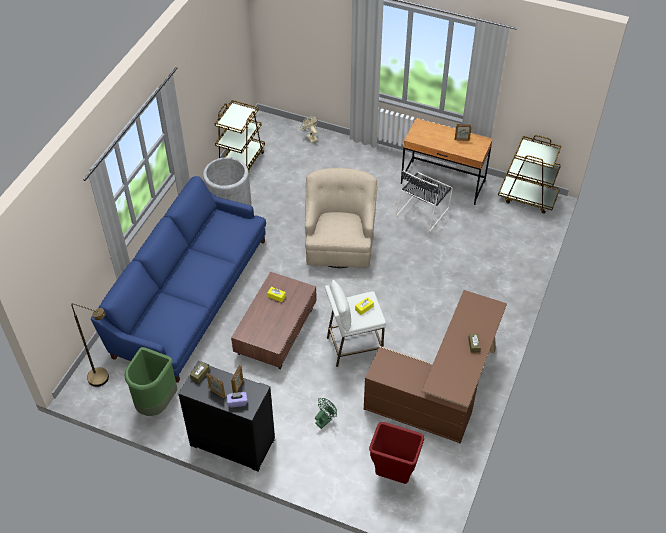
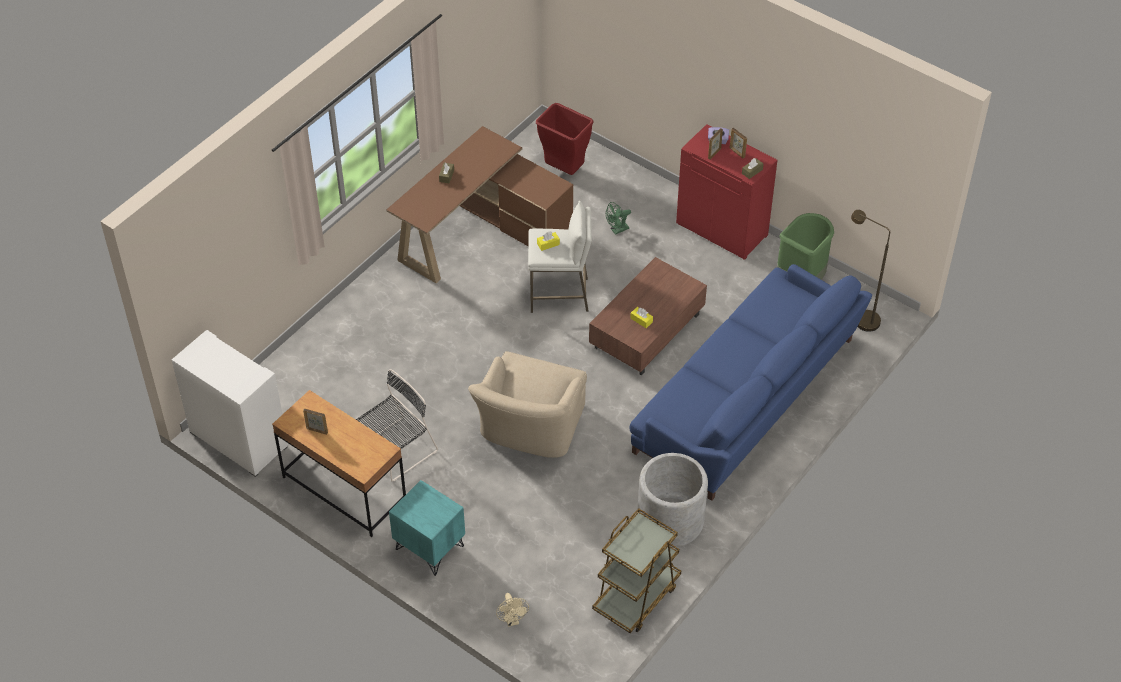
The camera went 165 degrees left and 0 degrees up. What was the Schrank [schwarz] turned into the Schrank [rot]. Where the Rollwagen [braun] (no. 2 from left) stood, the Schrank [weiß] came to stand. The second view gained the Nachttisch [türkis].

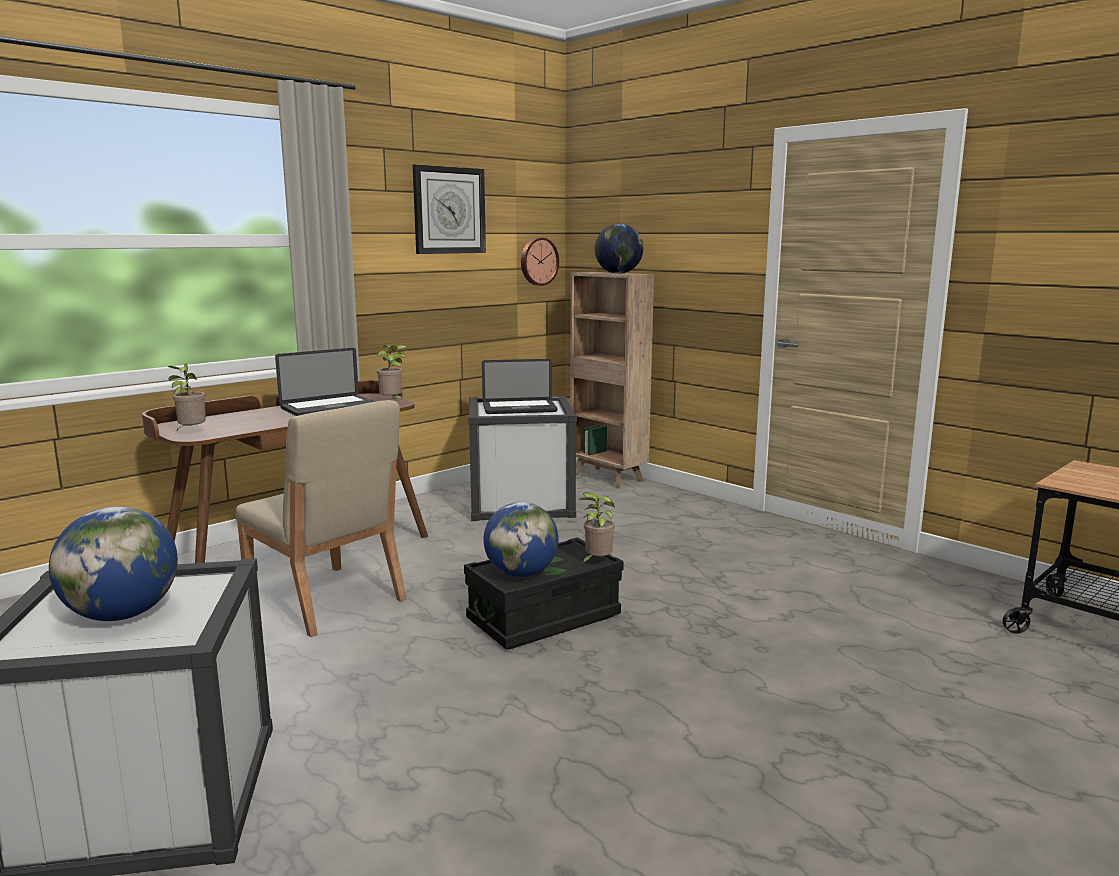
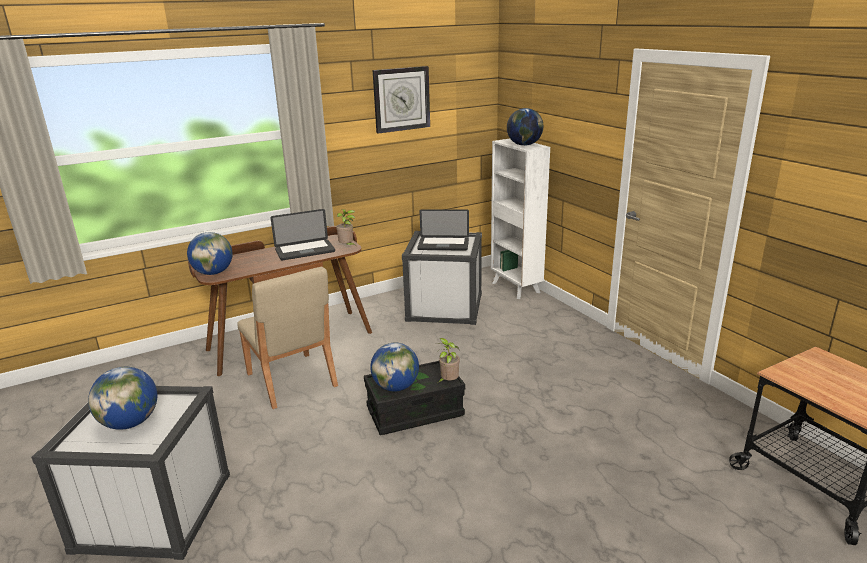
The camera went 15 degrees right and 10 degrees up. Where the Topfpflanze (no. 1 from left) stood, the Globus (no. 2 from left) came to stand. The second view lost the Wanduhr (no. 2 from left). What was the Bücherregal [braun] turned into the Bücherregal [weiß].

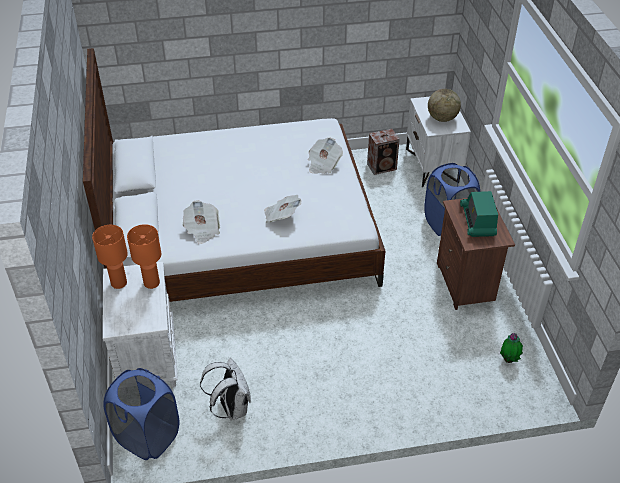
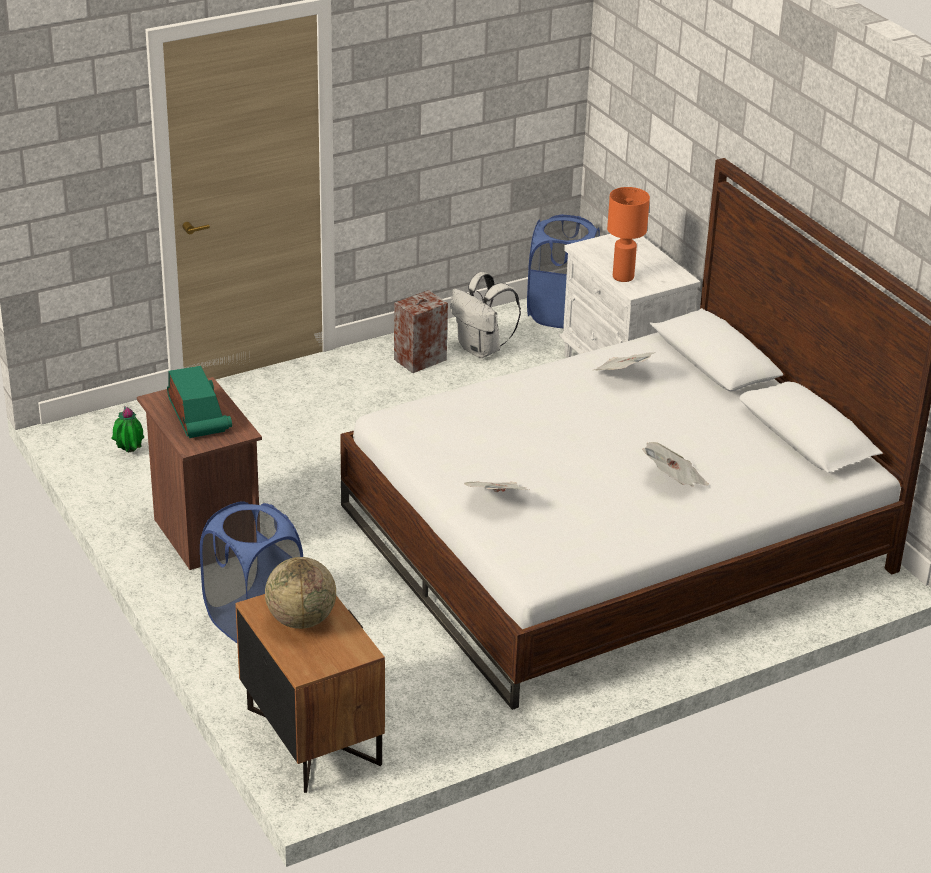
The camera went 160 degrees right and 10 degrees down. The second view lost the Tischlampe [orange] (no. 1 from left). The Zeitung (no. 2 from left in the first image) ended up elsewhere. The Lautsprecher ended up elsewhere. What was the Nachttisch [weiß] (no. 2 from left) turned into the Nachttisch [braun] (no. 2 from left).

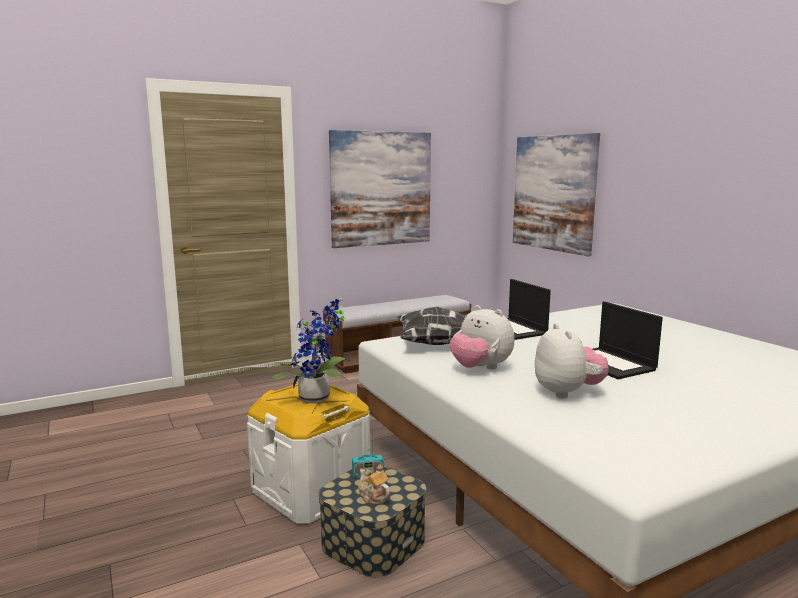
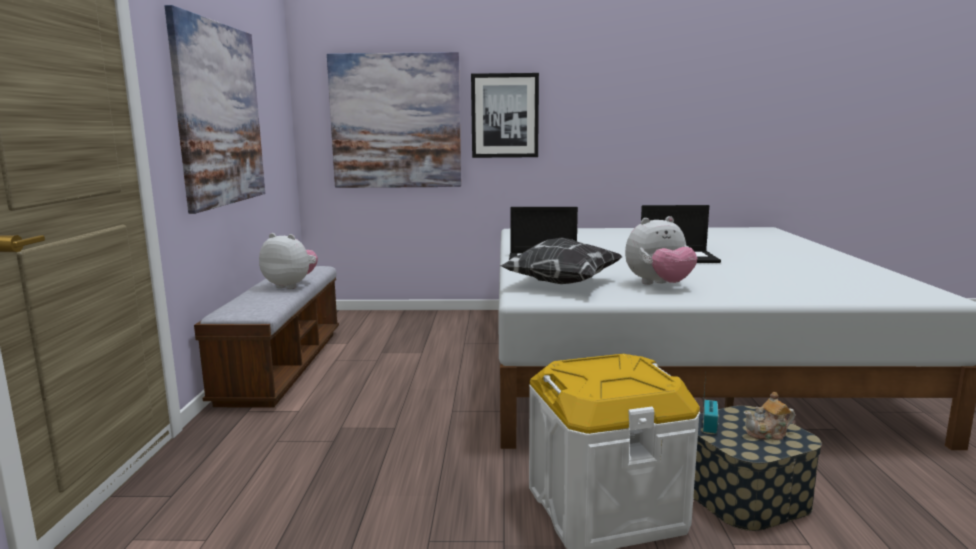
The camera went 60 degrees left and 0 degrees up. The second view lost the Topfpflanze. The Plüschtier (no. 2 from left in the first image) ended up elsewhere. The second view gained the Bild (no. 3 from left).

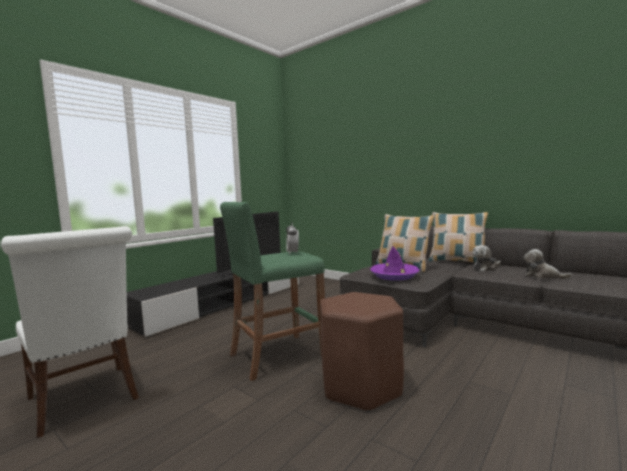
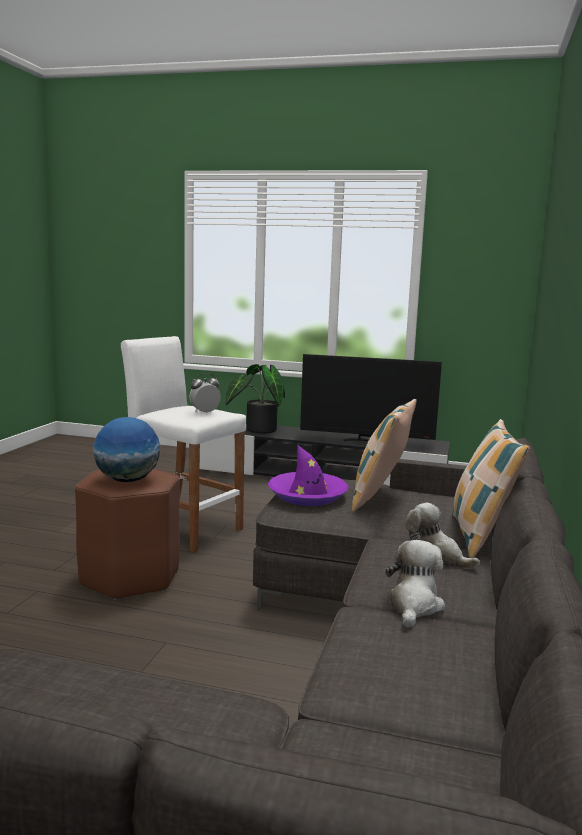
The camera went 65 degrees right and 5 degrees up. The second view lost the Stuhl [weiß]. What was the Hocker [grün] turned into the Hocker [weiß]. The second view gained the Globus. The second view gained the Topfpflanze.

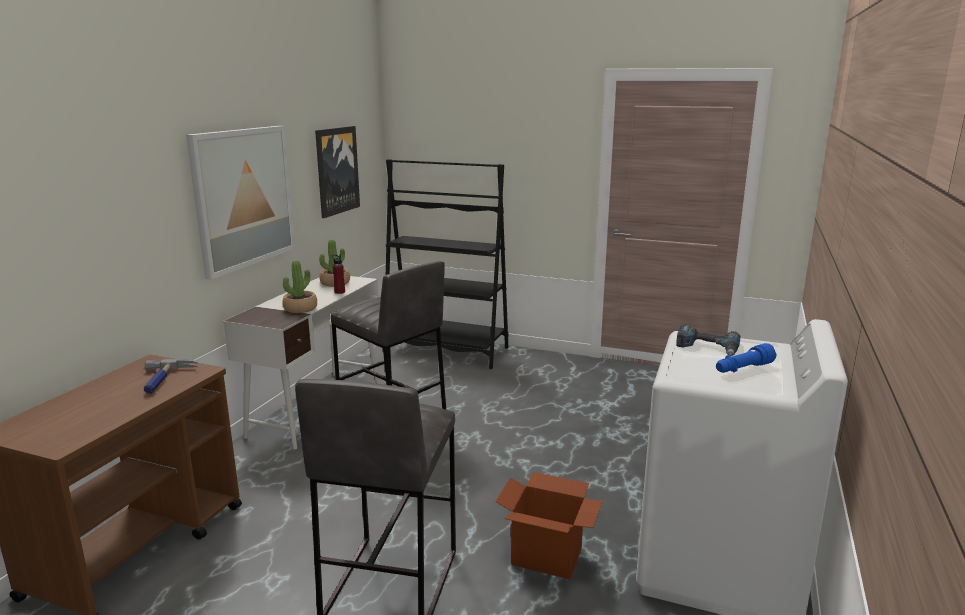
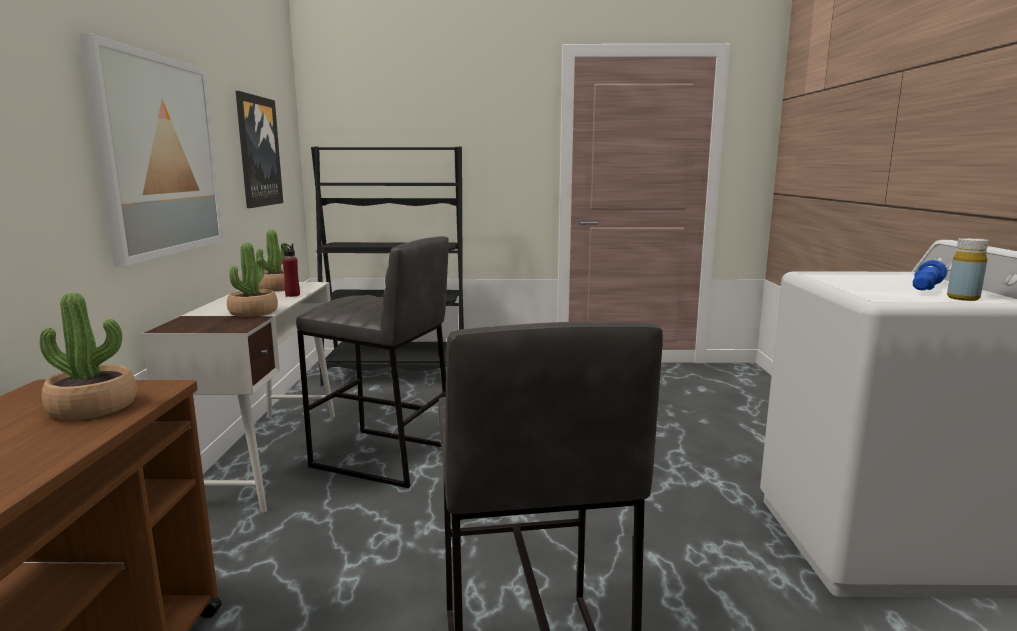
The camera went 20 degrees left and 5 degrees down. Where the Hammer stood, the Topfpflanze (no. 1 from left) came to stand. The second view lost the Karton. The second view lost the Bohrmaschine. The second view gained the Flasche [gelb].

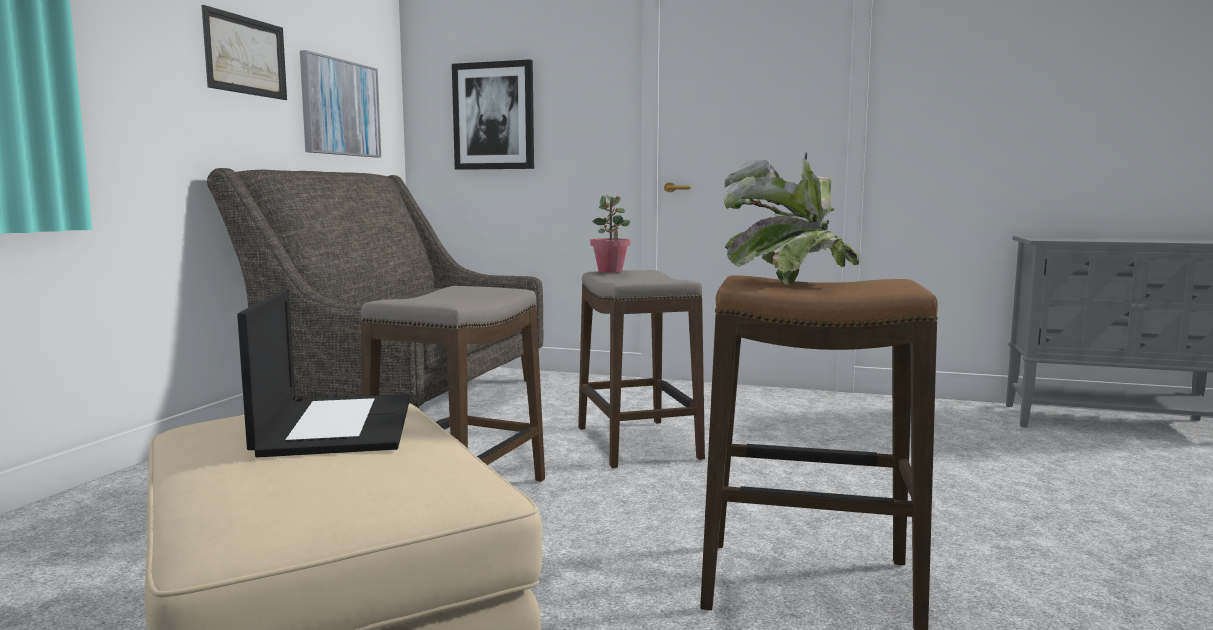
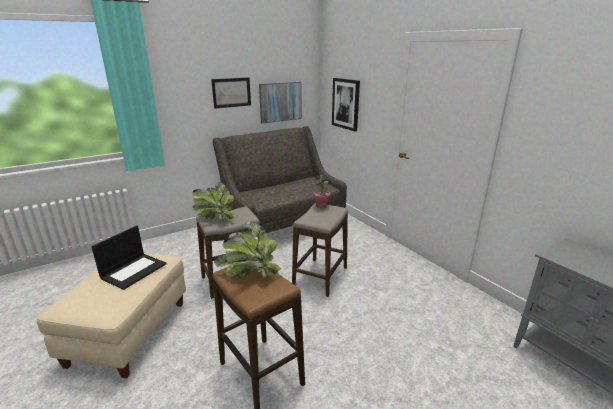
The camera went 40 degrees right and 15 degrees up. The second view gained the Topfpflanze (no. 1 from left).

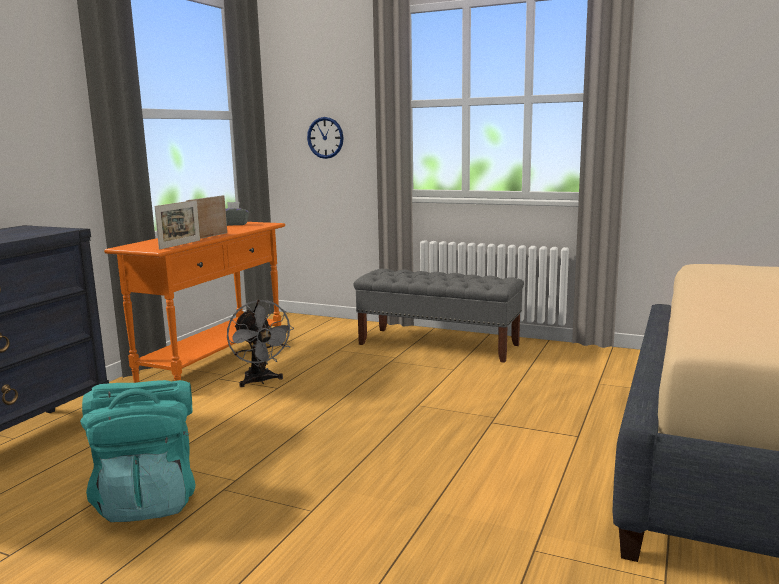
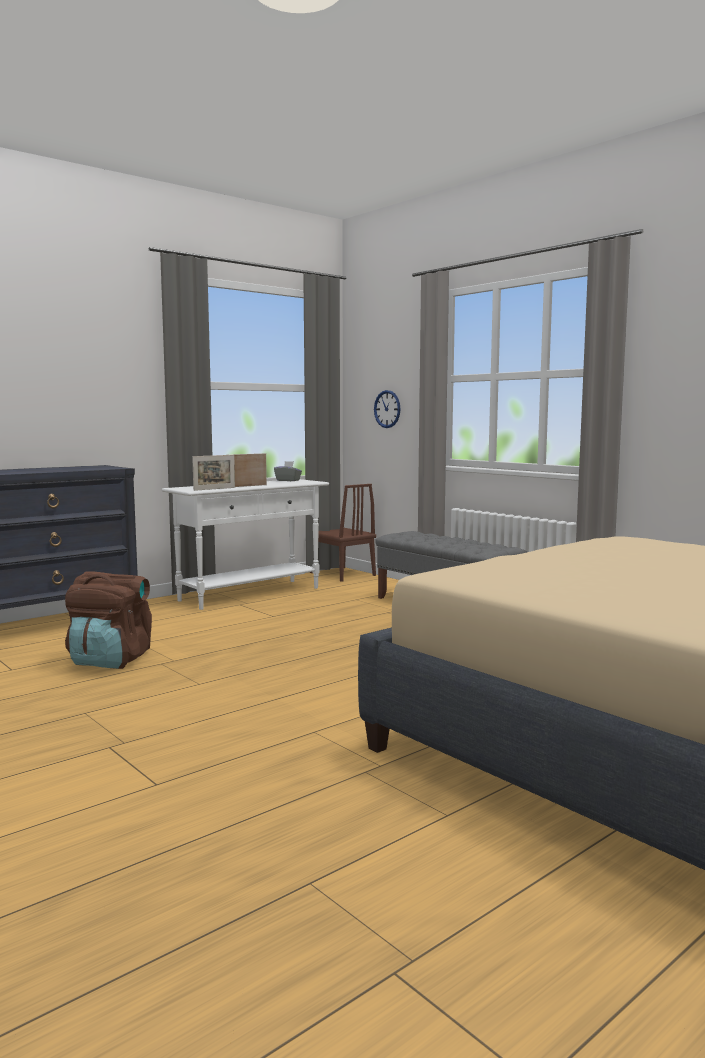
The camera went 25 degrees right and 5 degrees down. What was the Rucksack [türkis] turned into the Rucksack [braun]. What was the Konsolentisch [orange] turned into the Konsolentisch [weiß]. The second view lost the Ventilator [grau]. The second view gained the Stuhl [braun].

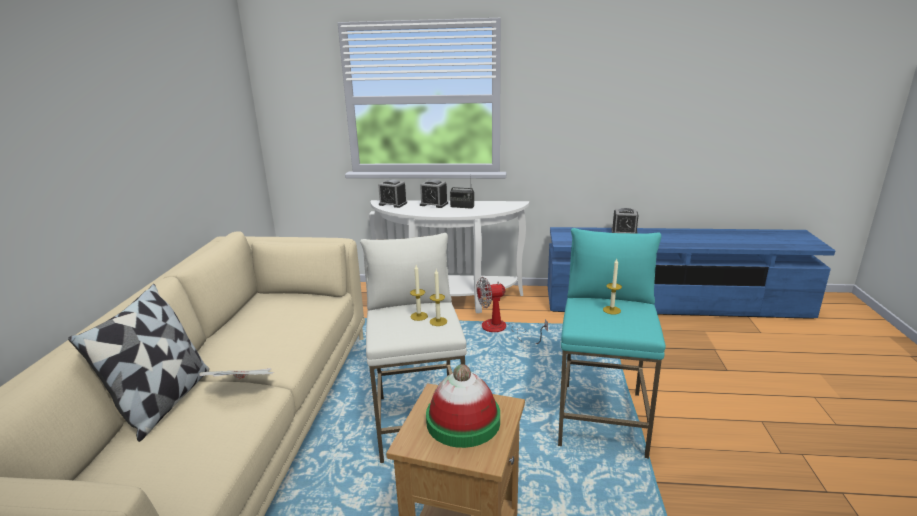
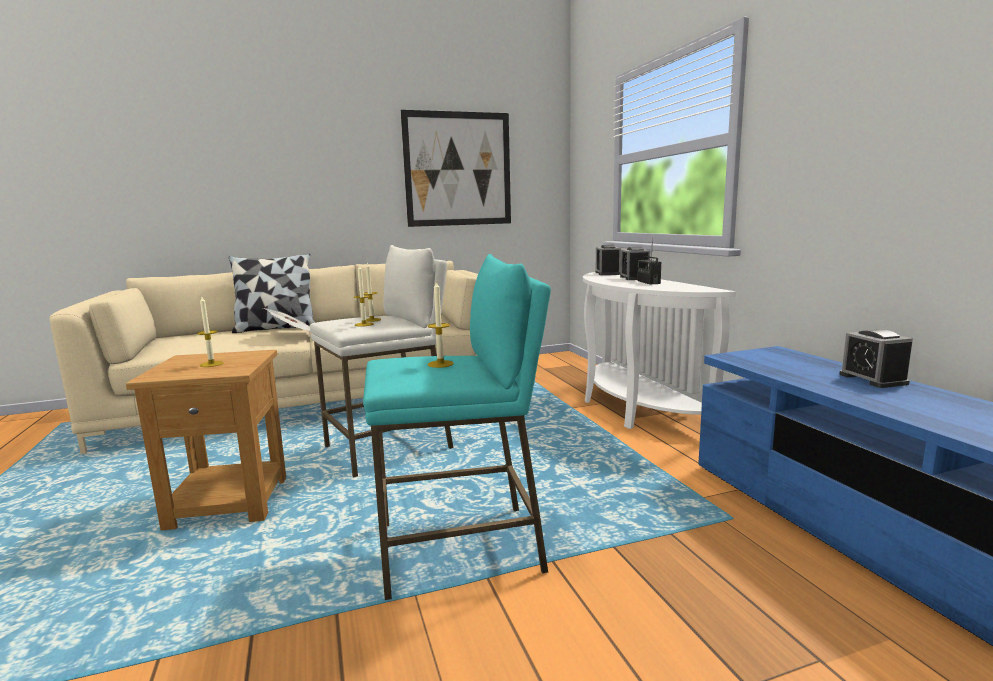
The camera went 65 degrees right and 10 degrees down. Where the Hut stood, the Kerze (no. 1 from left) came to stand. The second view lost the Ventilator. The second view gained the Bild.

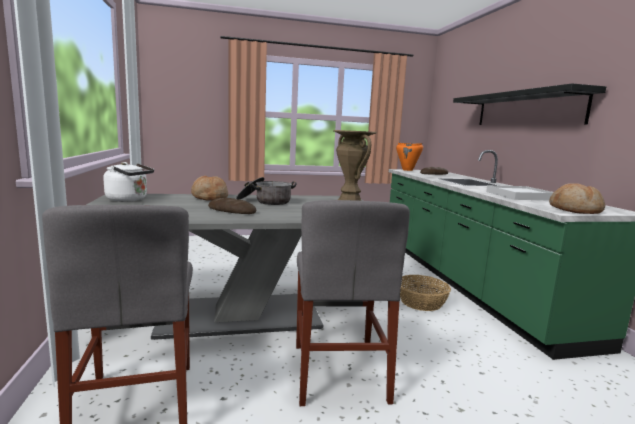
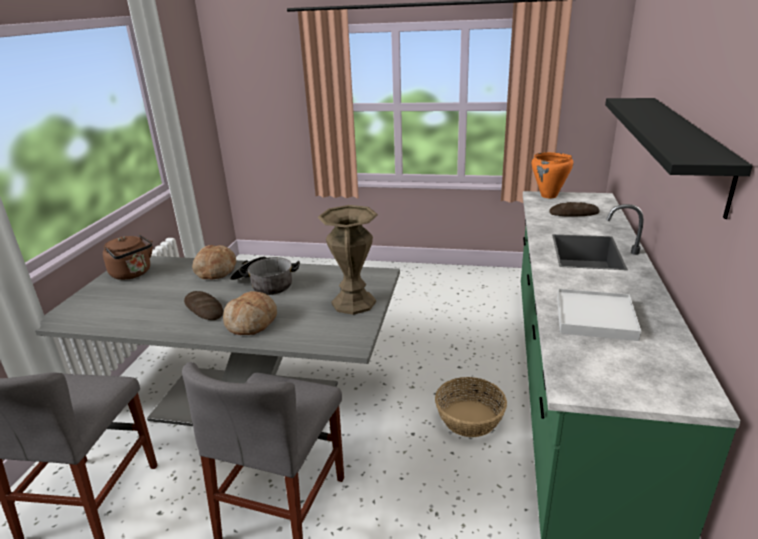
The camera went 25 degrees right and 15 degrees up. What was the Wasserkessel [weiß] turned into the Wasserkessel [braun]. The Brot (no. 4 from left in the first image) ended up elsewhere.

